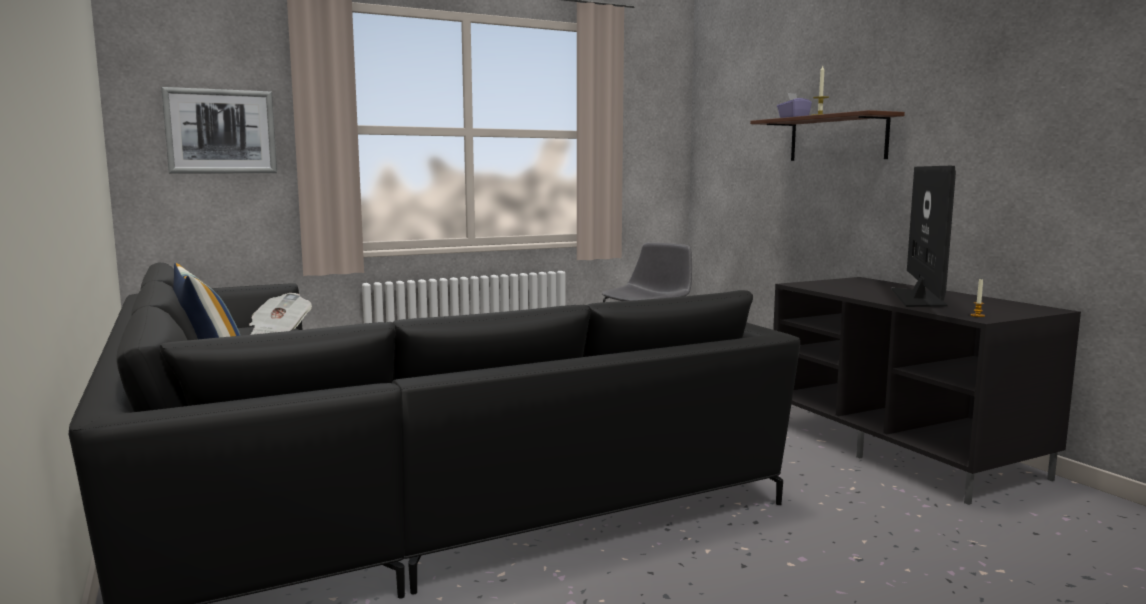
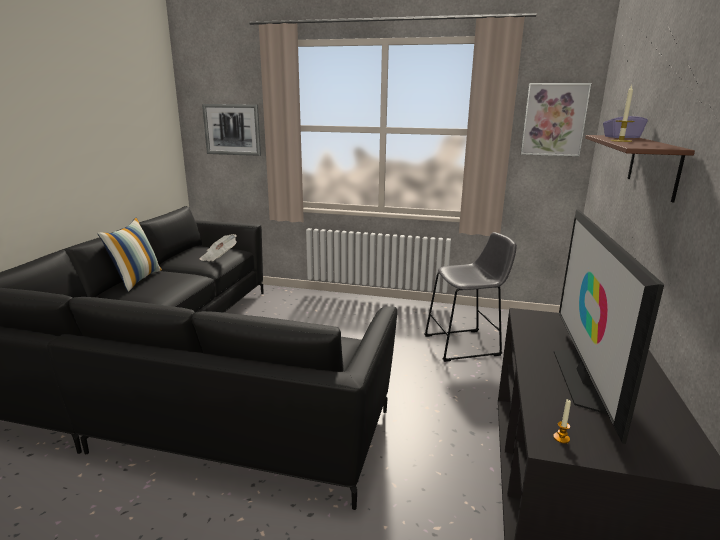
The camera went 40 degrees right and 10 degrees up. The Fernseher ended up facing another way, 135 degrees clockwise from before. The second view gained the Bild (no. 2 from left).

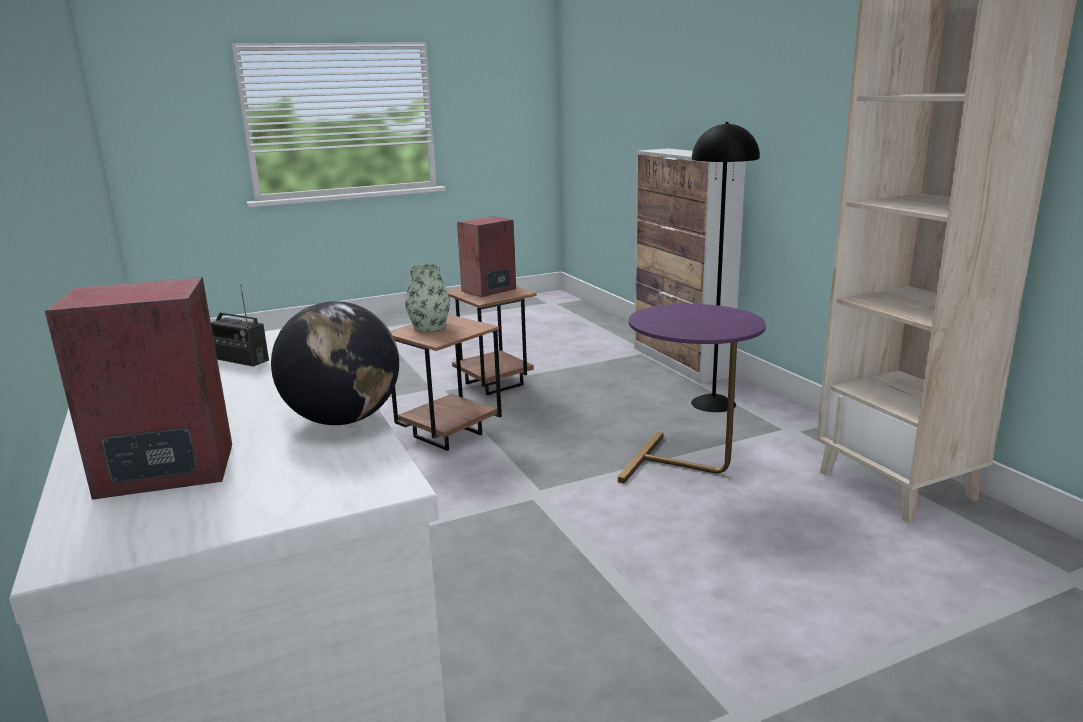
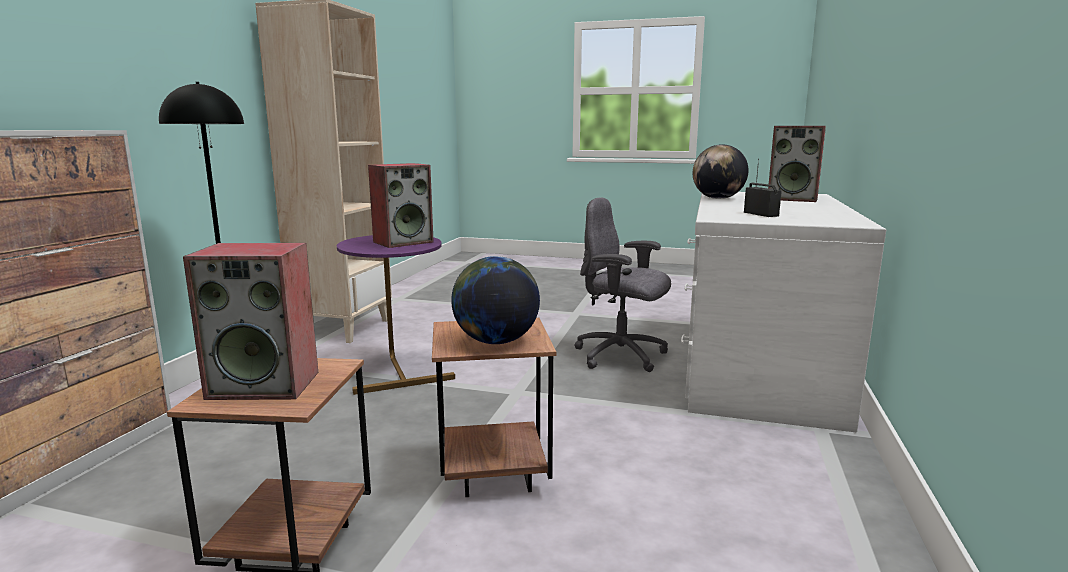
The camera went 140 degrees left and 5 degrees down. Where the Vase stood, the Globus (no. 1 from left) came to stand. The second view gained the Lautsprecher (no. 2 from left). The second view gained the Bürostuhl [grau].

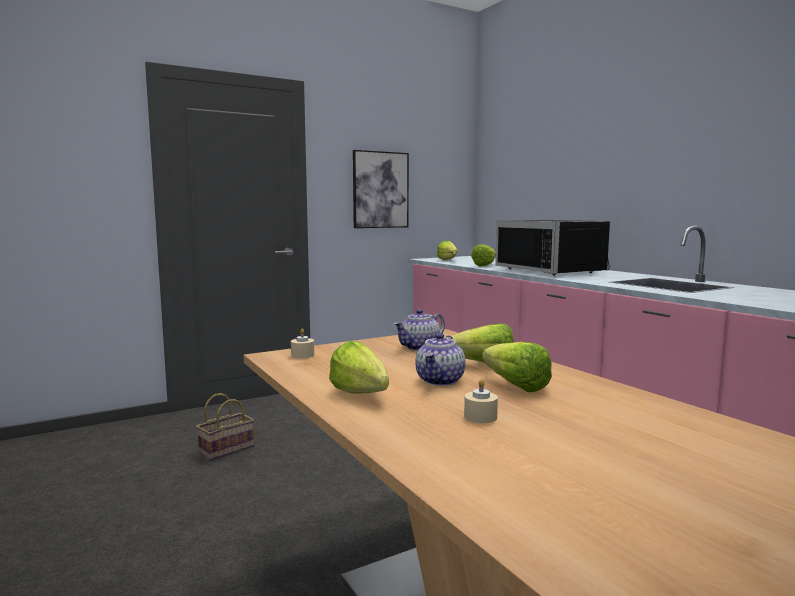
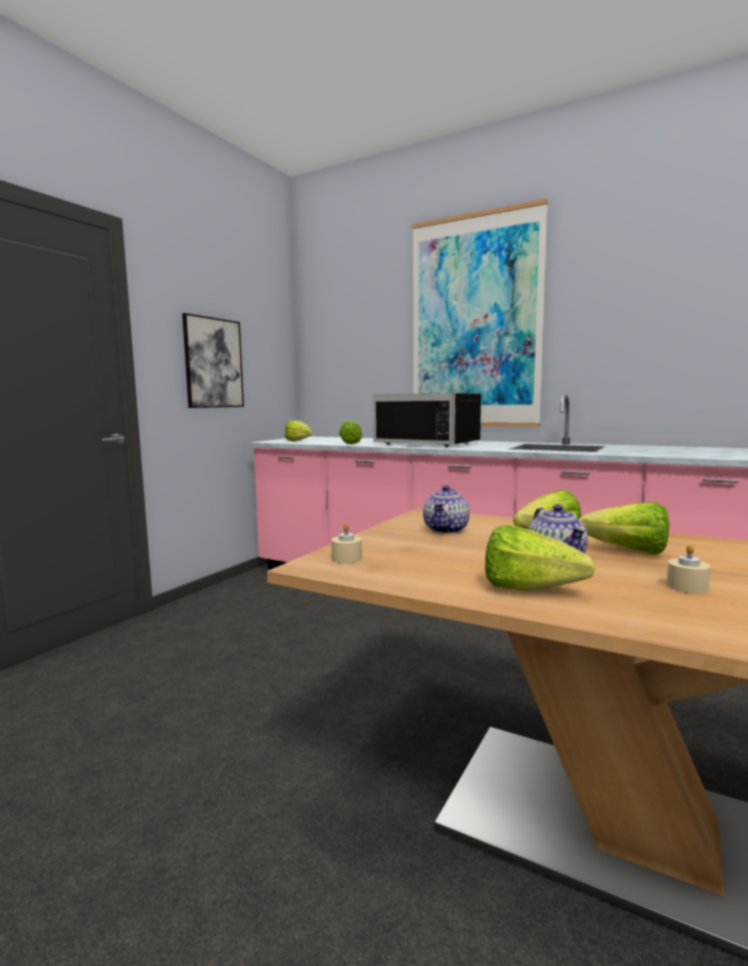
The camera went 30 degrees left and 0 degrees up. The second view lost the Korb. The second view gained the Bild (no. 2 from left).

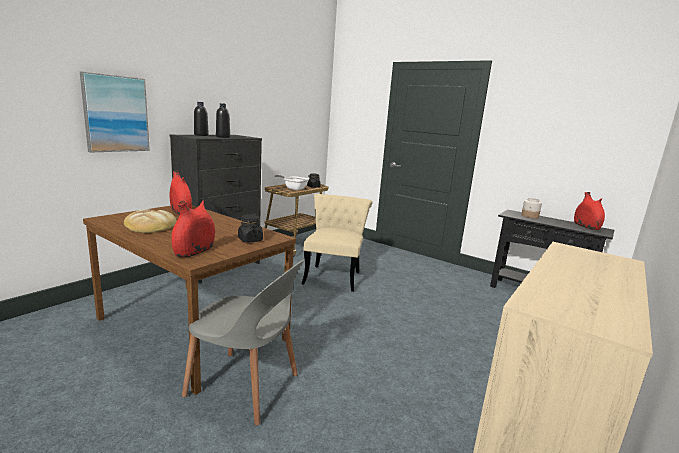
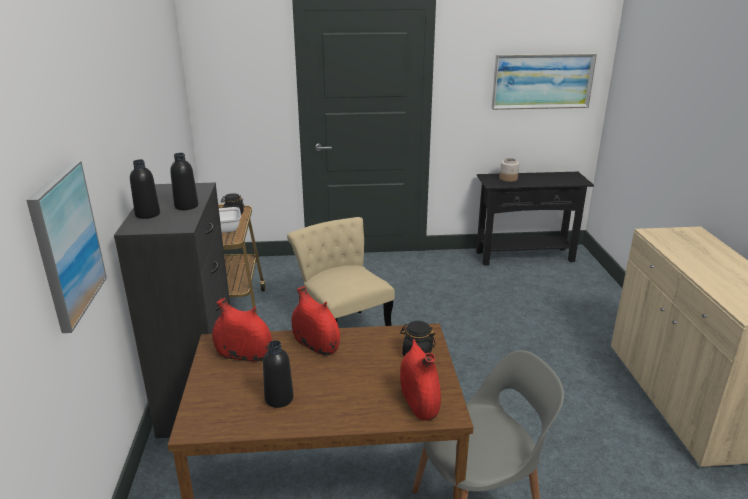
The camera went 40 degrees left and 10 degrees up. Where the Brot stood, the Flasche [schwarz] (no. 3 from left) came to stand. The Vase [rot] (no. 3 from left in the first image) ended up elsewhere. The second view gained the Bild (no. 2 from left).

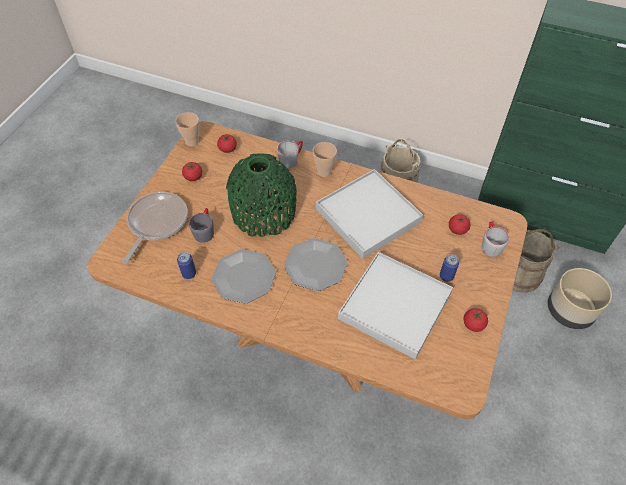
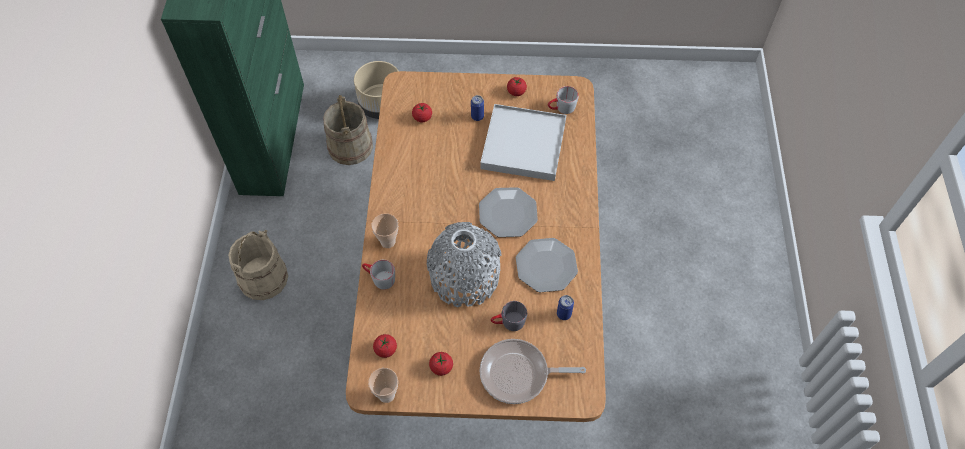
The camera went 110 degrees left and 5 degrees up. What was the Vase [grün] turned into the Vase [grau]. The second view lost the Tablett [weiß] (no. 1 from left). The Henkelbecher [grau] (no. 3 from left) ended up elsewhere.

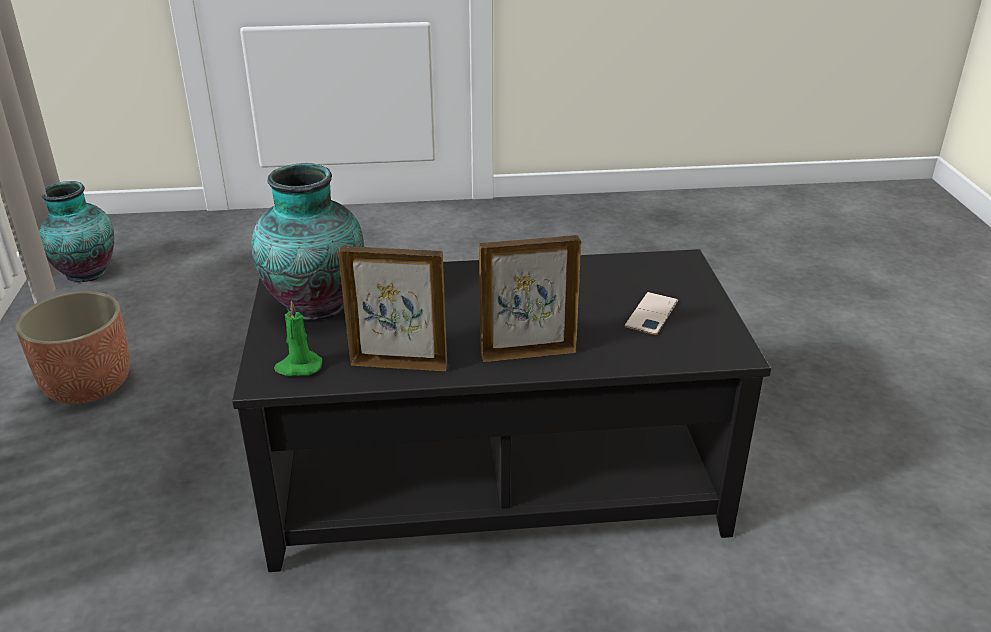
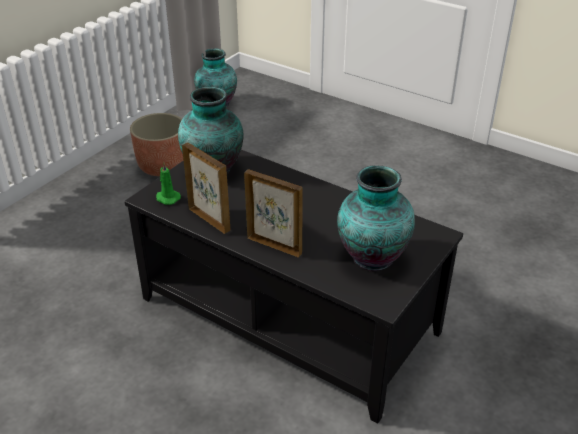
The camera went 40 degrees right and 5 degrees up. Where the Handy stood, the Vase (no. 3 from left) came to stand.

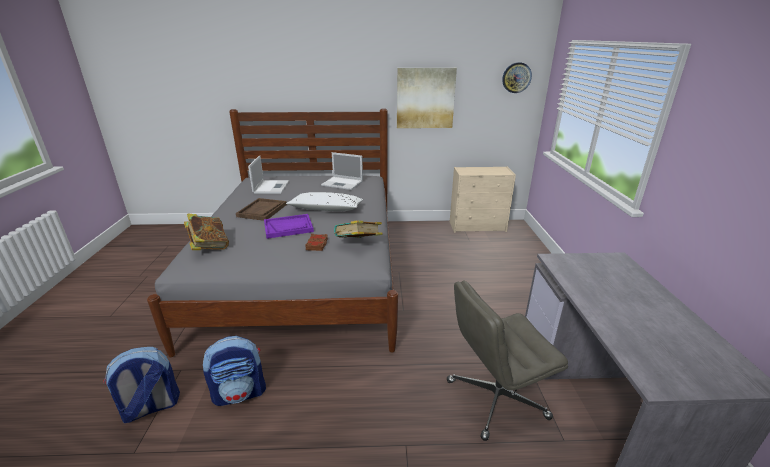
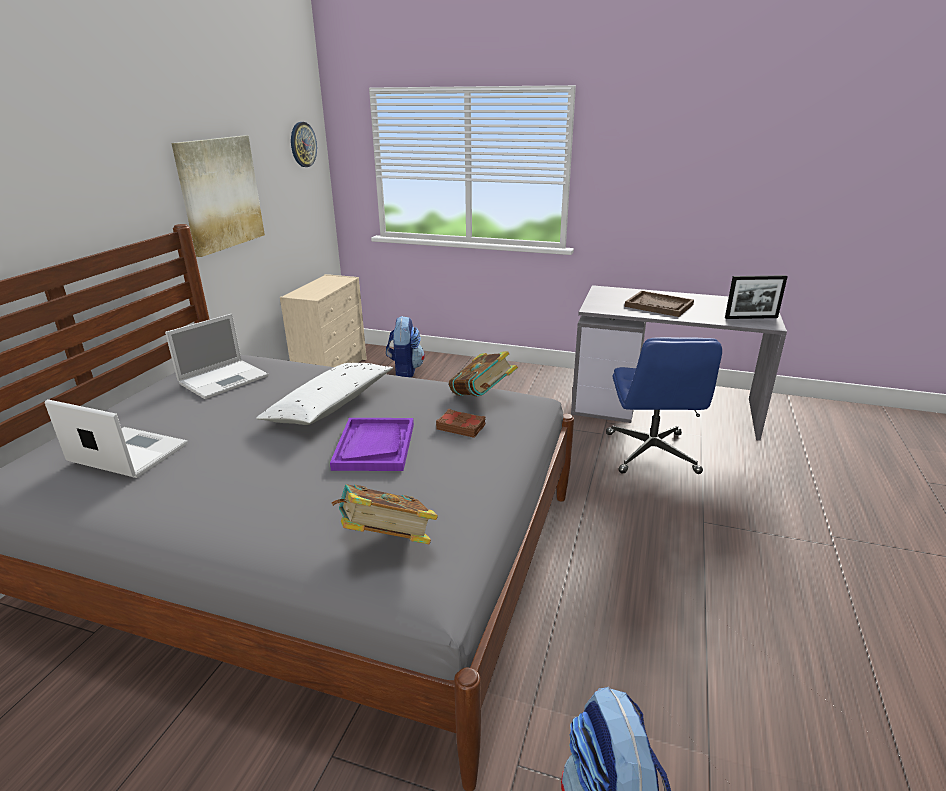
The camera went 70 degrees left and 0 degrees up. The Rucksack (no. 2 from left in the first image) ended up elsewhere. The Tablett [braun] ended up elsewhere. What was the Bürostuhl [grau] turned into the Bürostuhl [blau]. The second view gained the Bilderrahmen.

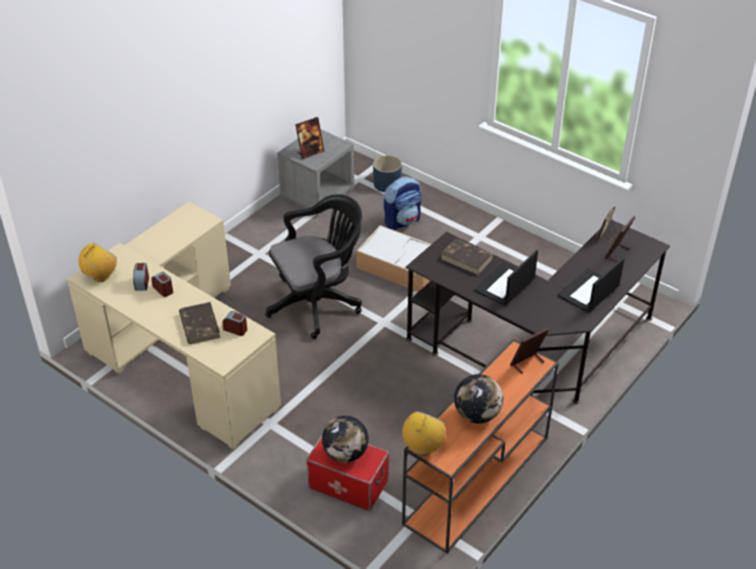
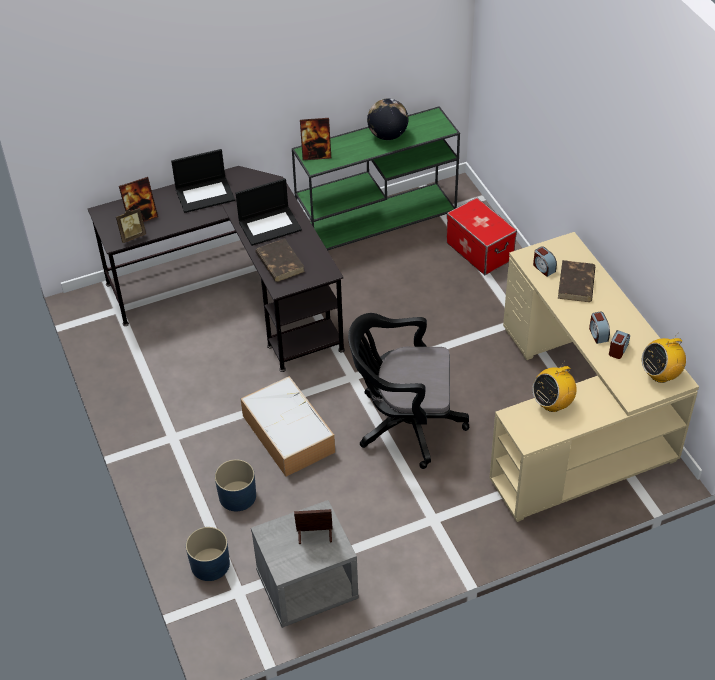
The camera went 150 degrees left and 5 degrees up. The second view lost the Globus (no. 1 from left). Where the Rucksack stood, the Pflanzkübel [blau] (no. 2 from left) came to stand. What was the Konsolentisch [orange] turned into the Konsolentisch [grün]. The Radio (no. 2 from left in the first image) ended up elsewhere.

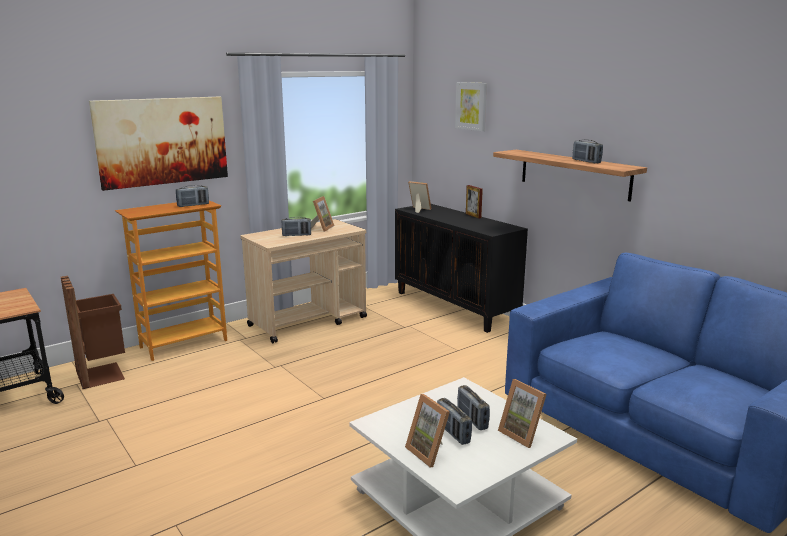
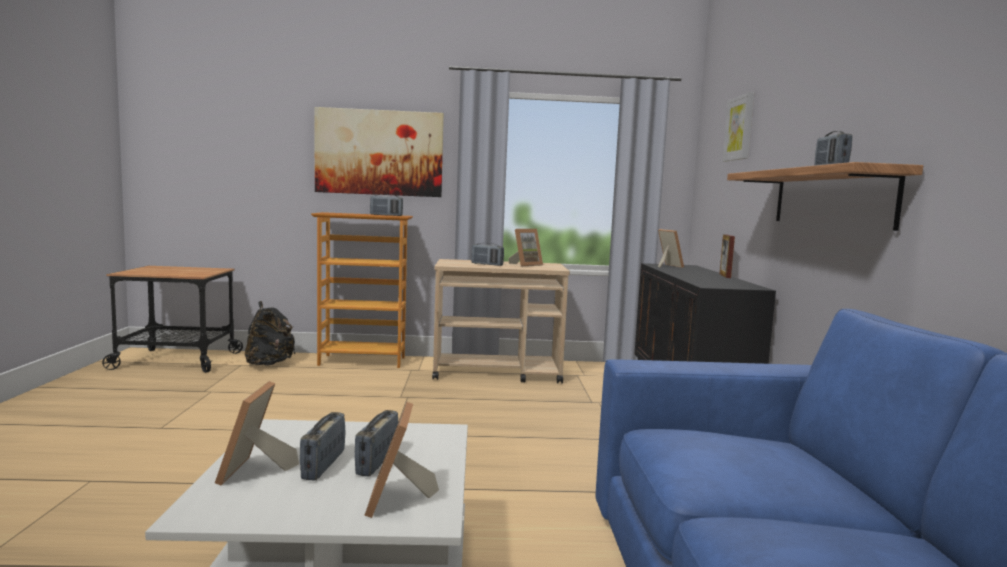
The camera went 35 degrees right and 10 degrees down. Where the Mülleimer [braun] stood, the Rucksack [schwarz] came to stand.

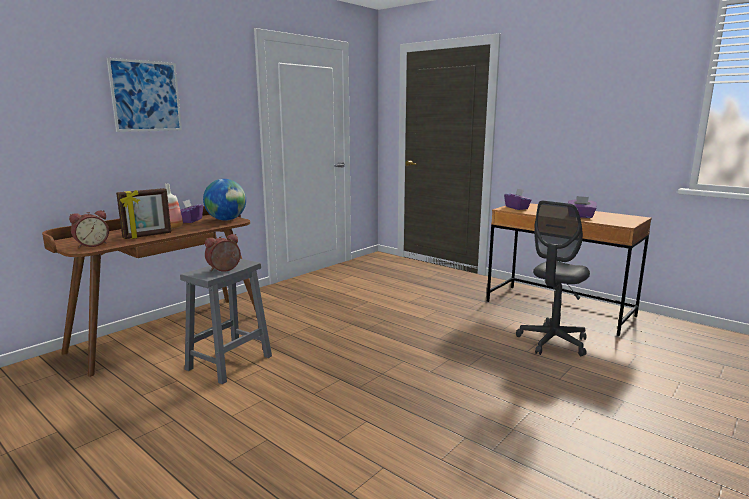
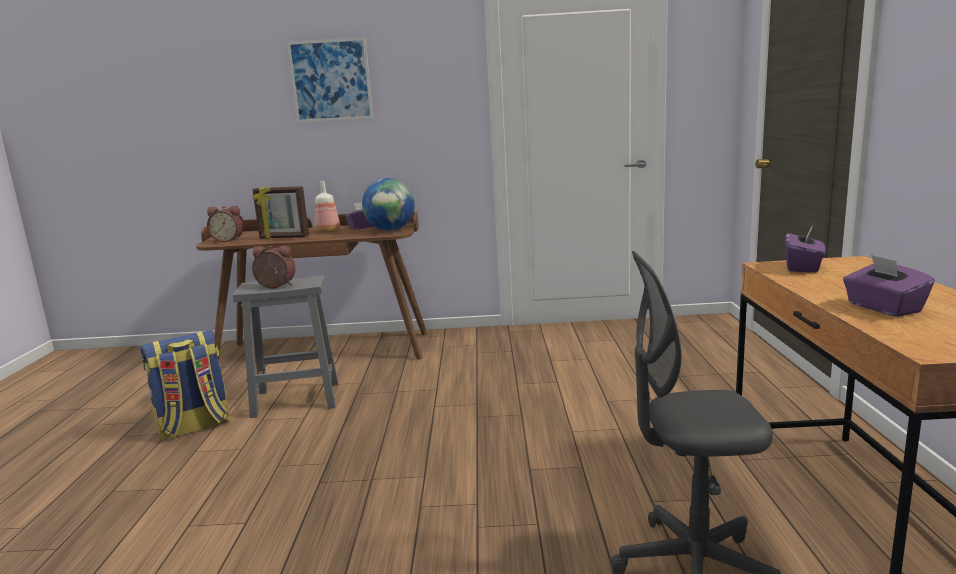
The camera went 50 degrees right and 0 degrees up. The second view gained the Rucksack.

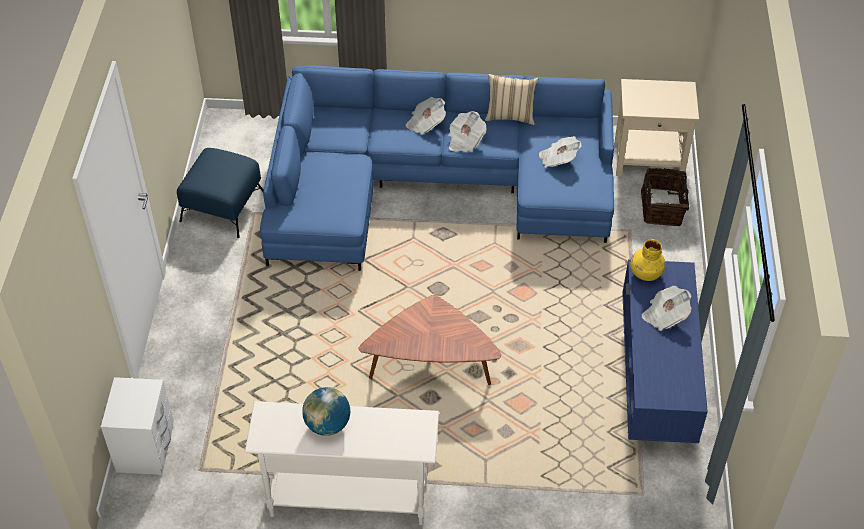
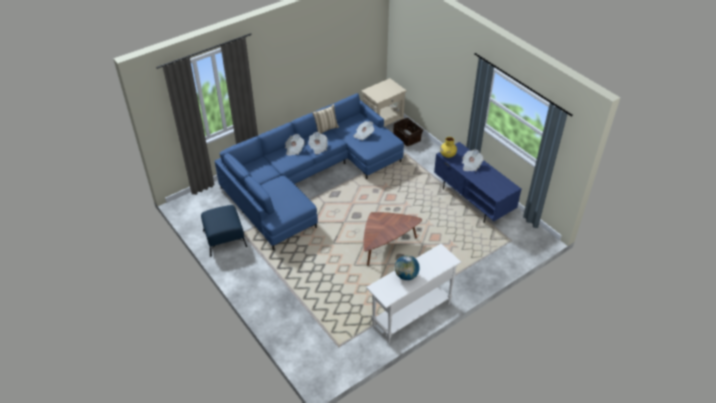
The camera went 40 degrees left and 5 degrees down. The second view lost the Nachttisch [weiß].

